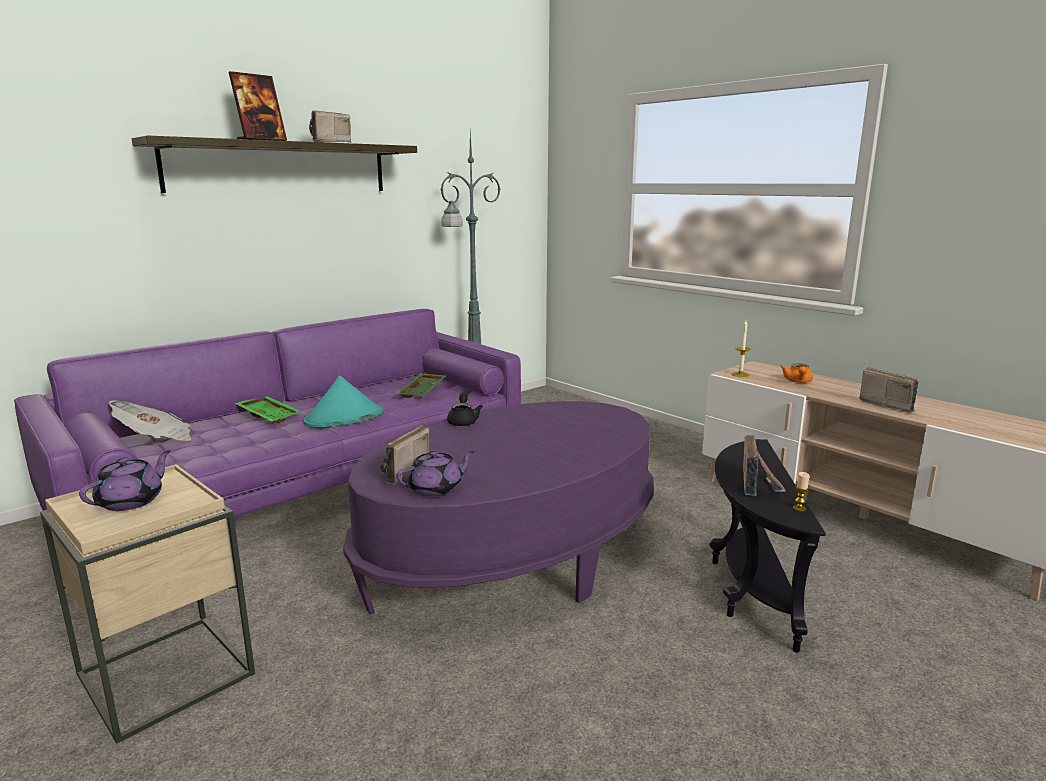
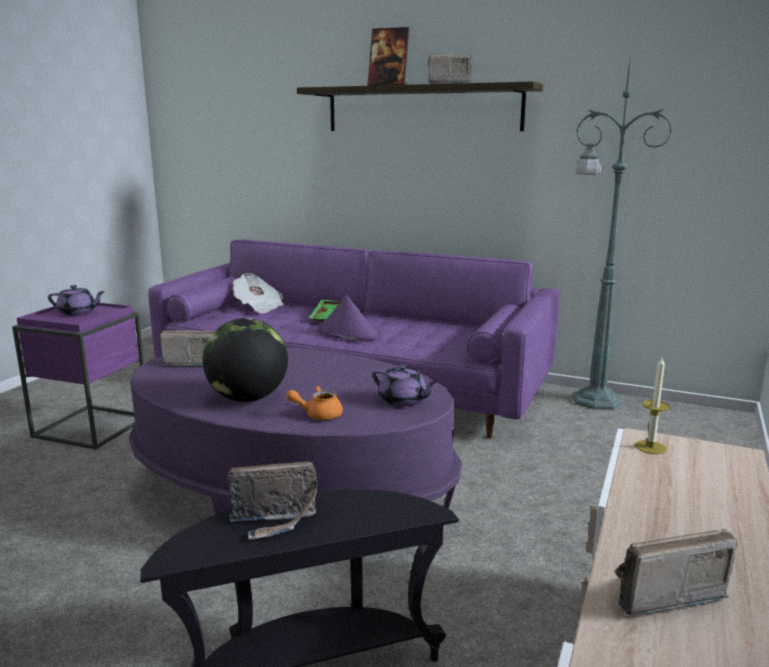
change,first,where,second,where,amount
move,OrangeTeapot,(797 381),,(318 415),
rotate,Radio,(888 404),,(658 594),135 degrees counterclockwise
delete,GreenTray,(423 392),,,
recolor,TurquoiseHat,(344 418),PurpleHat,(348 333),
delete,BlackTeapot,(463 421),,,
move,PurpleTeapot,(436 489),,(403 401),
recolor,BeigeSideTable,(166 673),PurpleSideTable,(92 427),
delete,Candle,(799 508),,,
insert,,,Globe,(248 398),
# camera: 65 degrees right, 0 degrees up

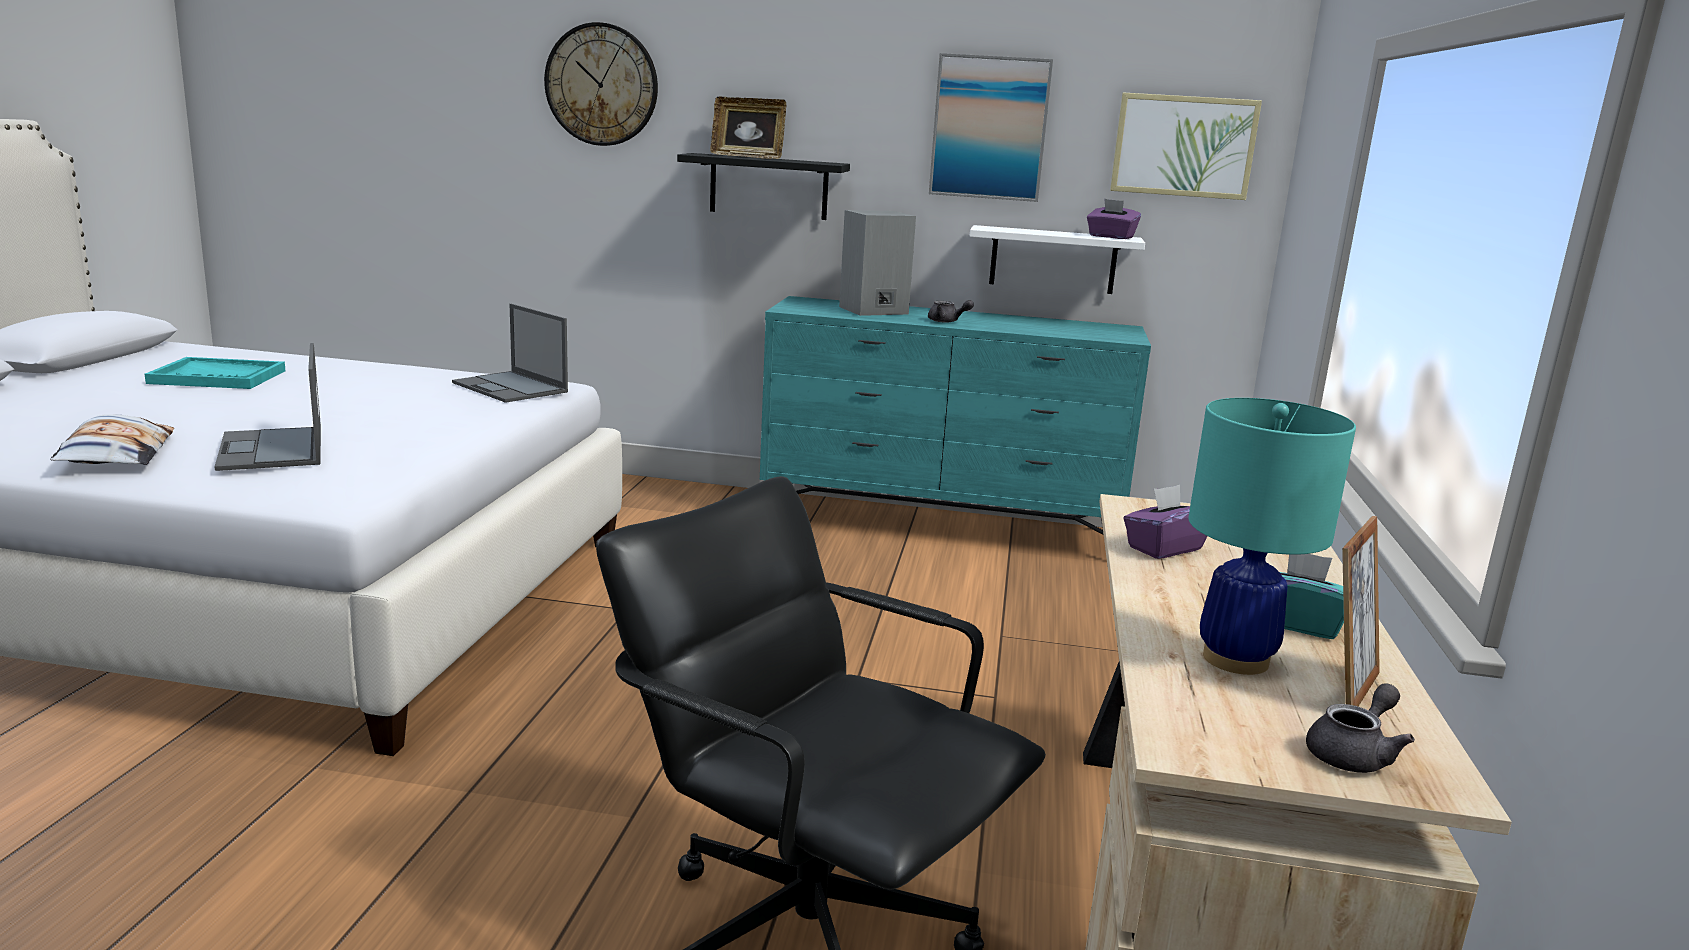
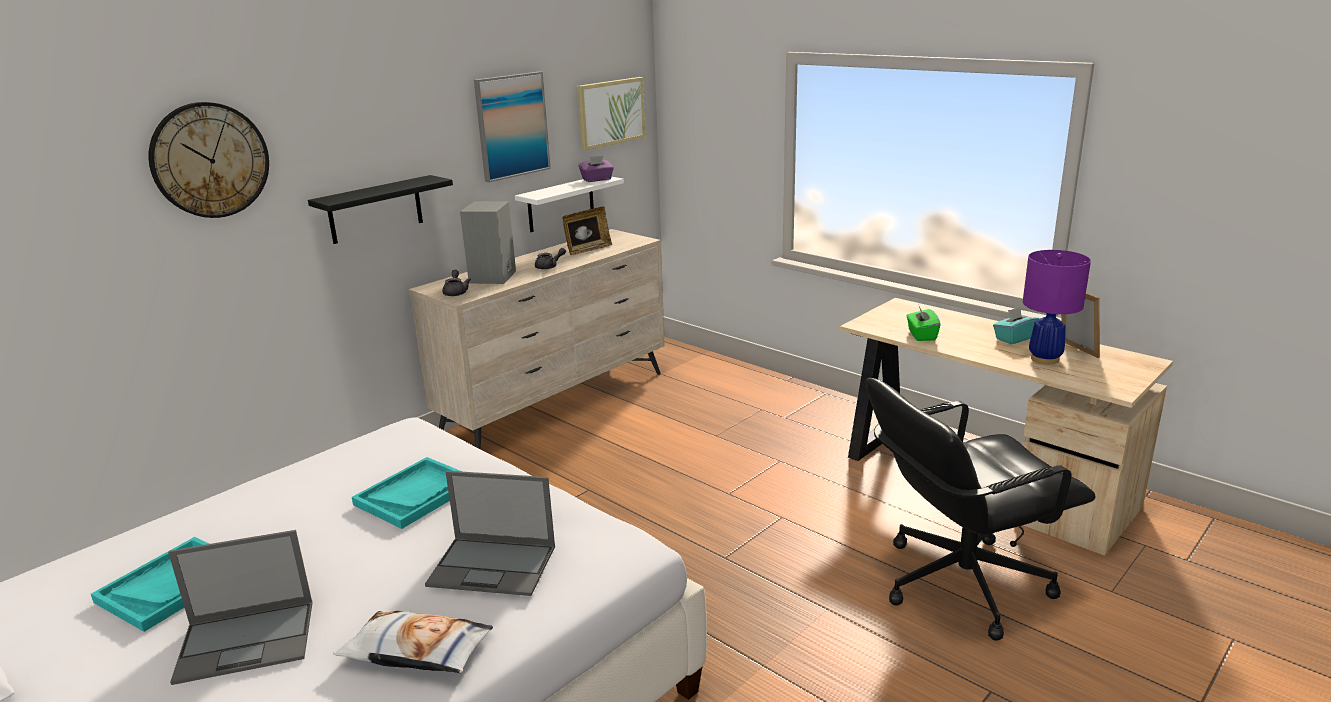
change,first,where,second,where,amount
move,PictureFrame,(748 157),,(587 250),
recolor,TurquoiseDresser,(941 527),BeigeDresser,(557 404),
move,Laptop,(511 388),,(248 640),
recolor,TurquoiseTableLamp,(1235 660),PurpleTableLamp,(1045 359),
recolor,PurpleTissueBox,(1163 548),GreenTissueBox,(921 335),
move,GreyTeapot,(1354 754),,(456 292),
insert,,,TurquoiseTray,(415 494),
# camera: 55 degrees left, 5 degrees up

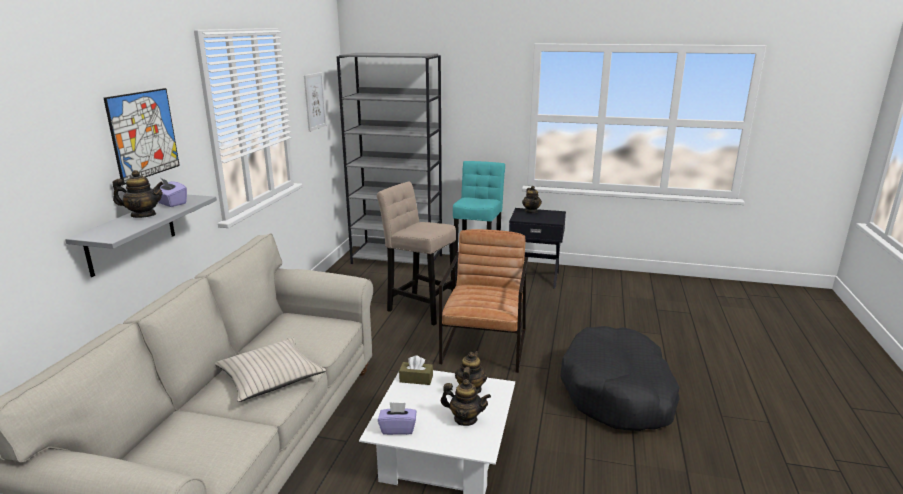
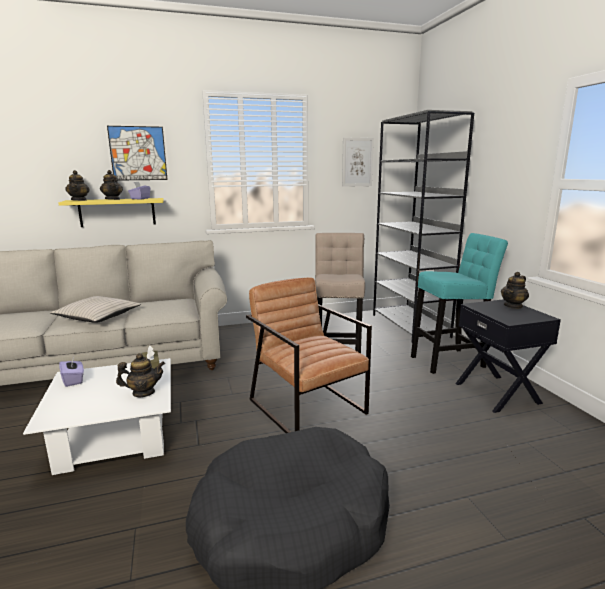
change,first,where,second,where,amount
recolor,GreyShelf,(131 234),YellowShelf,(117 212),
rotate,BrownArmchair,(485 346),,(307 406),105 degrees counterclockwise
move,Teapot,(465 419),,(79 200),
# camera: 60 degrees right, 5 degrees down

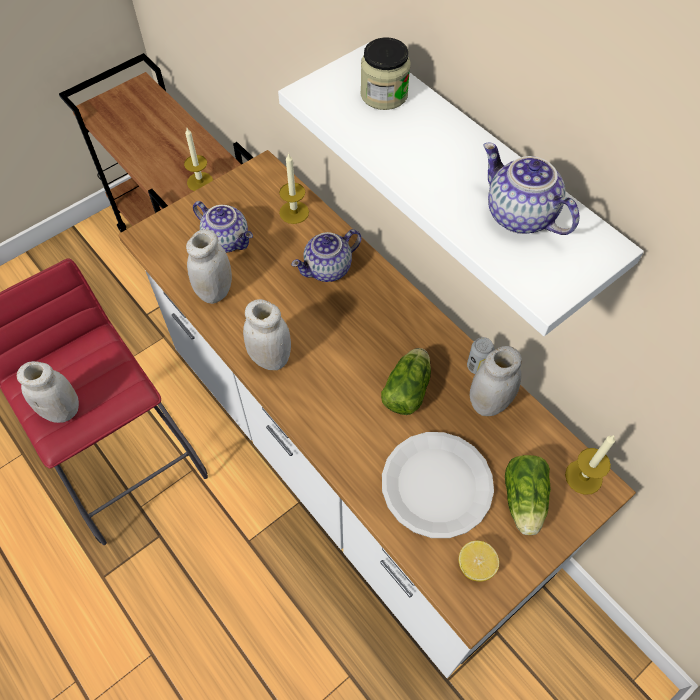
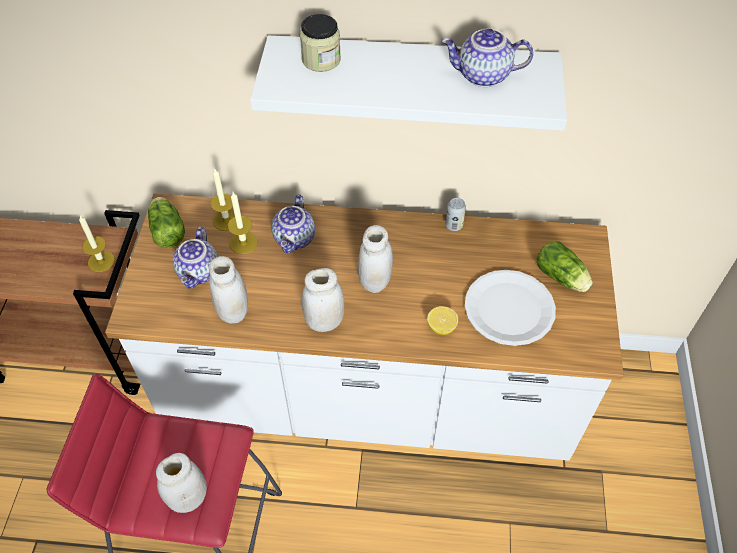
change,first,where,second,where,amount
rotate,Teapot,(227 240),,(200 272),105 degrees clockwise
move,WhiteJar,(489 403),,(375 281),
move,Lettuce,(408 388),,(167 230),
move,Candle,(583 477),,(243 243),
move,Lemon,(476 565),,(441 327),
# camera: 45 degrees left, 5 degrees down

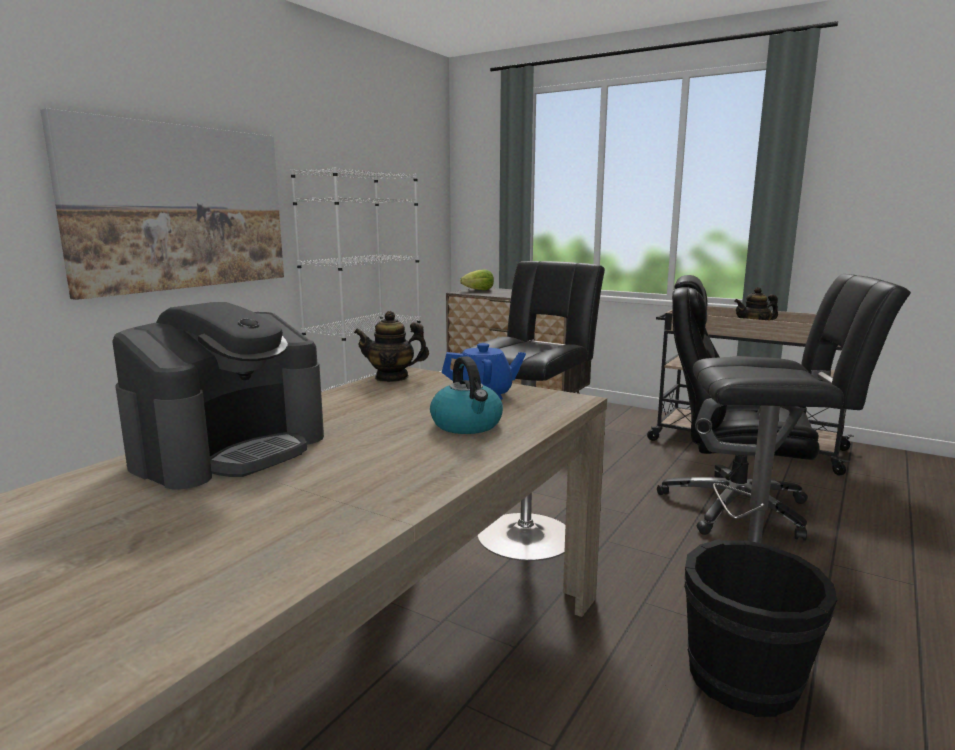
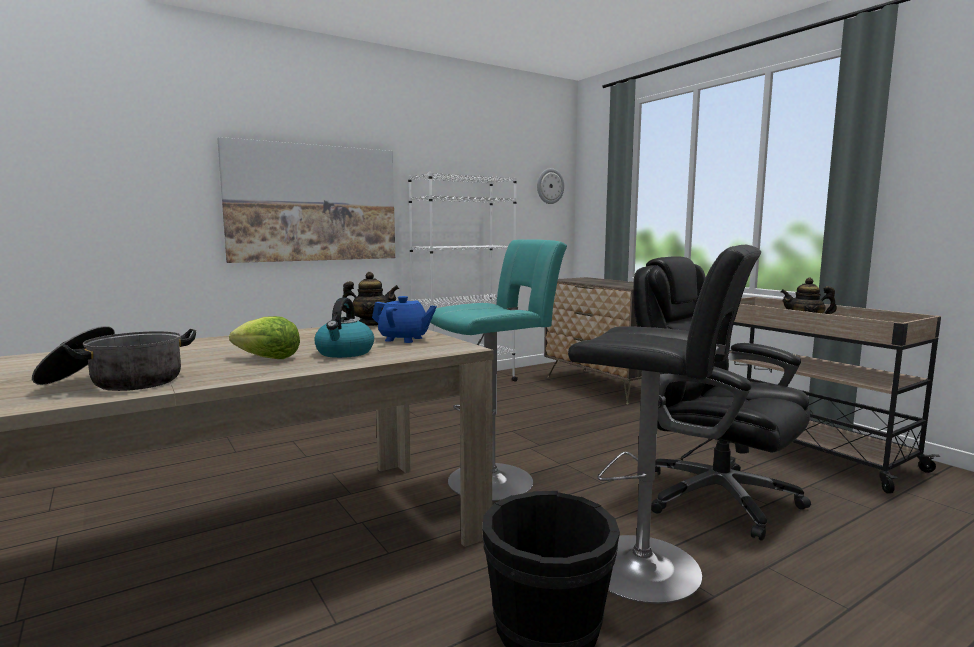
change,first,where,second,where,amount
recolor,BlackStool,(528 532),TurquoiseStool,(496 479),
move,Lettuce,(479 290),,(268 359),
delete,CoffeeMachine,(231 449),,,
rotate,Teapot,(392 377),,(370 325),150 degrees clockwise
insert,,,WallClock,(549 186),
insert,,,CookingPot,(117 382),
# camera: 25 degrees right, 5 degrees down

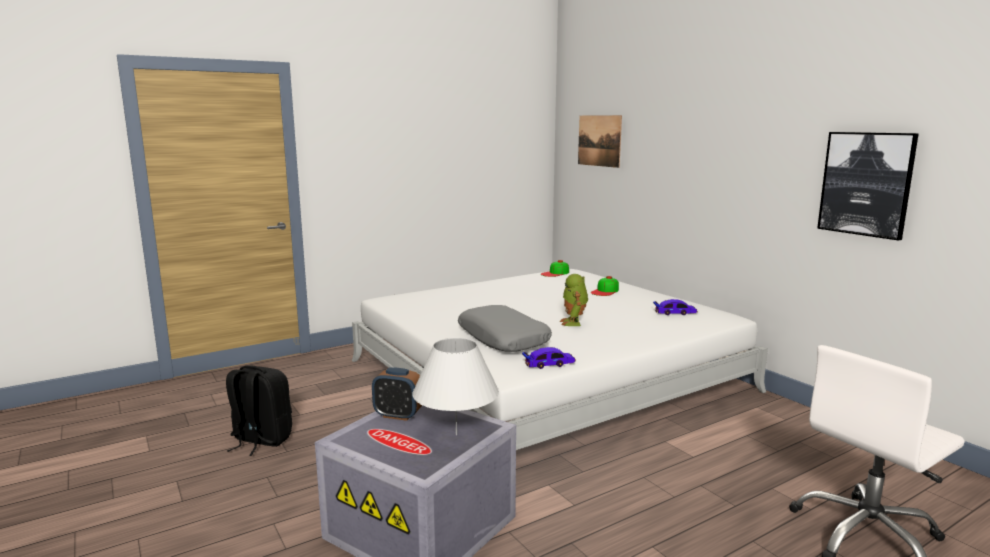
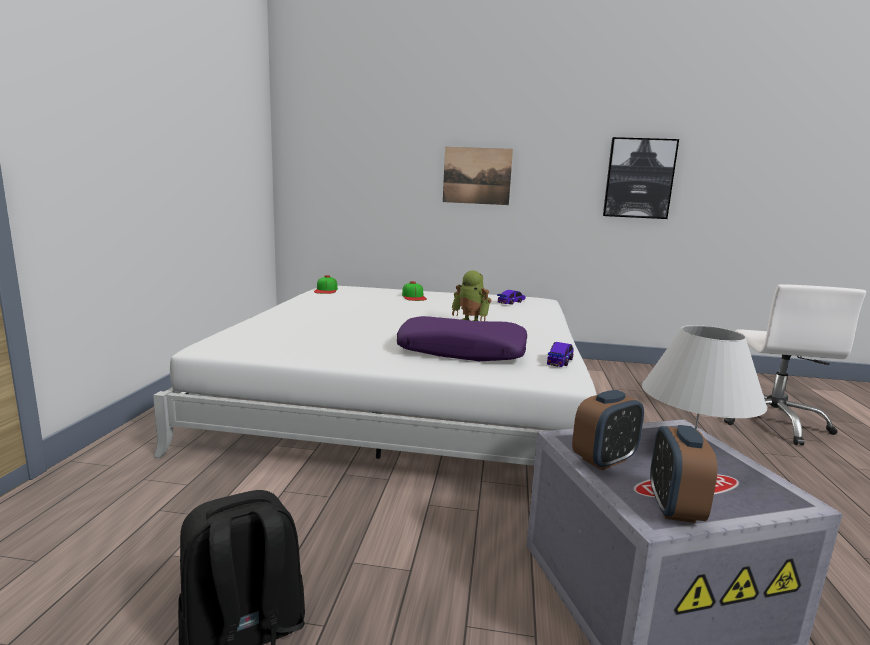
change,first,where,second,where,amount
move,Picture,(599 140),,(477 176),
recolor,GreyPillow,(503 339),PurplePillow,(462 351),
insert,,,AlarmClock,(674 507),
# camera: 50 degrees left, 0 degrees up

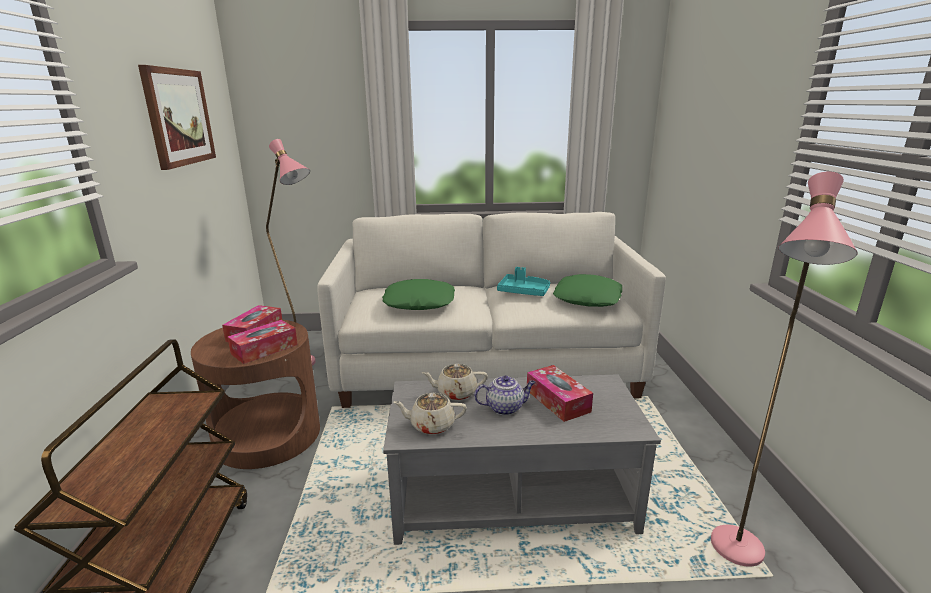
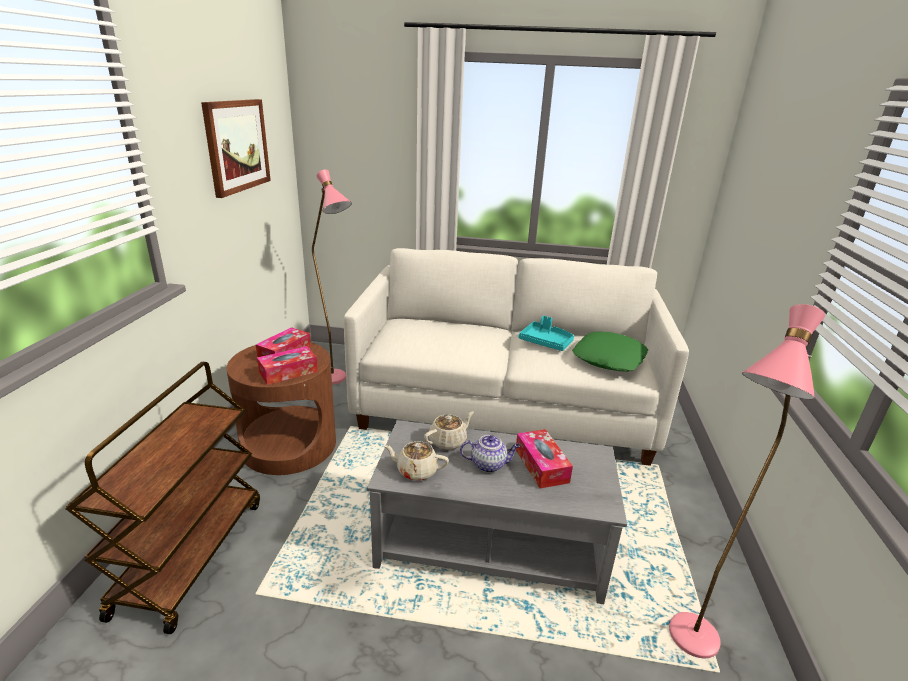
change,first,where,second,where,amount
delete,GreenPillow,(419 302),,,
rotate,BeigeTeapot,(456 393),,(448 441),135 degrees clockwise
# camera: 10 degrees right, 5 degrees up

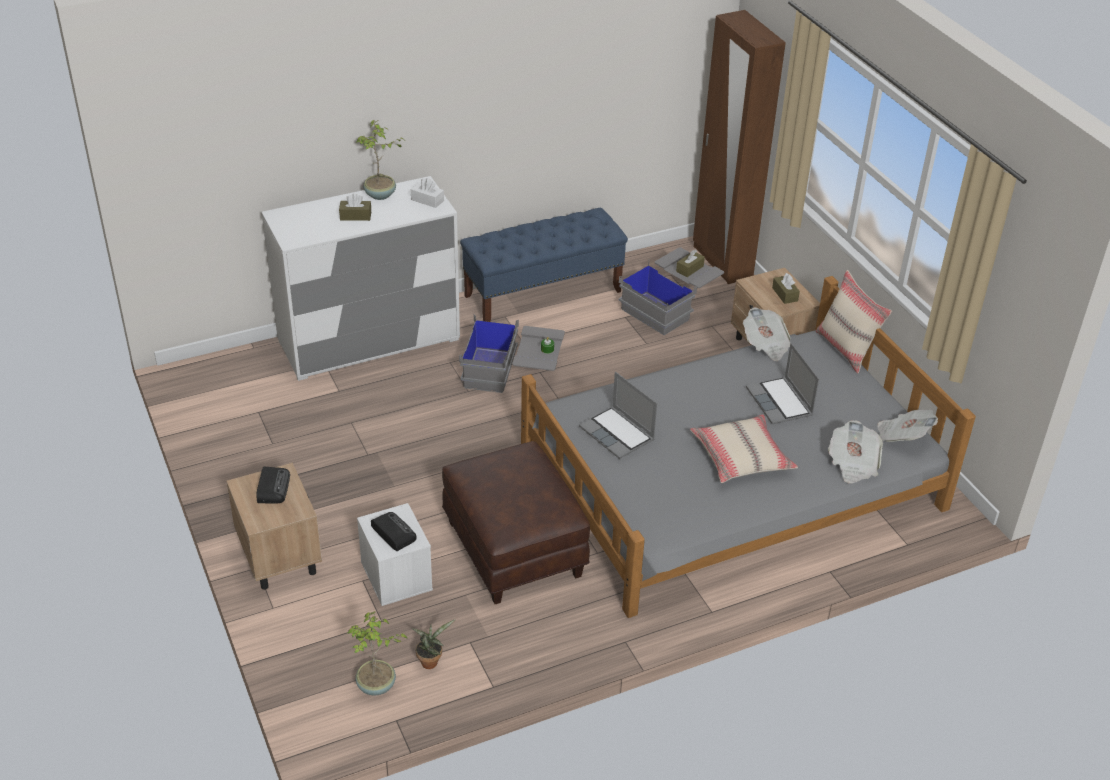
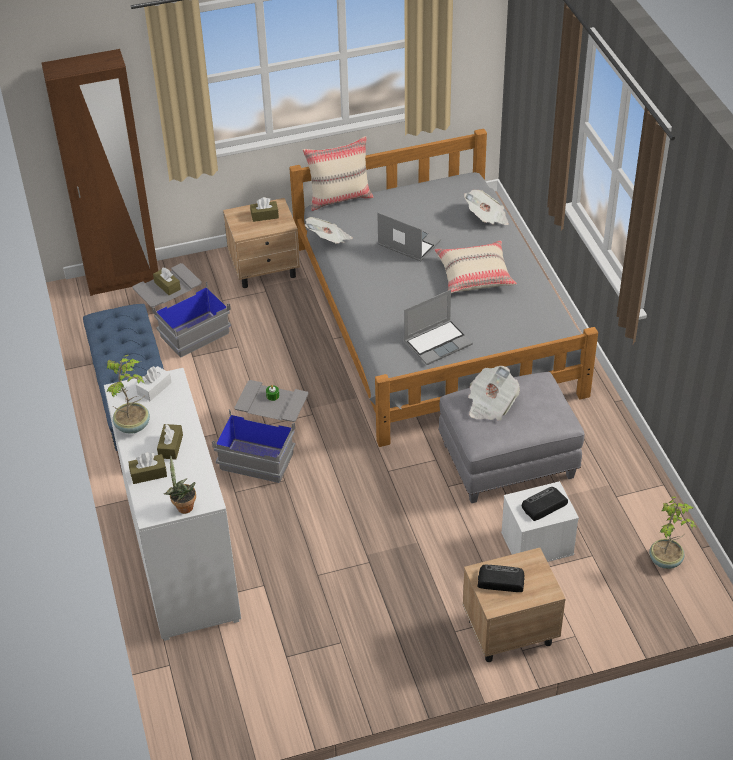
change,first,where,second,where,amount
rotate,Laptop,(780 402),,(408 243),135 degrees counterclockwise
move,Newspaper,(902 436),,(490 404),
recolor,BrownOttoman,(515 549),GreyOttoman,(508 460),
move,PottedPlant,(431 661),,(183 506),
insert,,,BrownTissueBox,(148 474),
# camera: 80 degrees left, 5 degrees up

